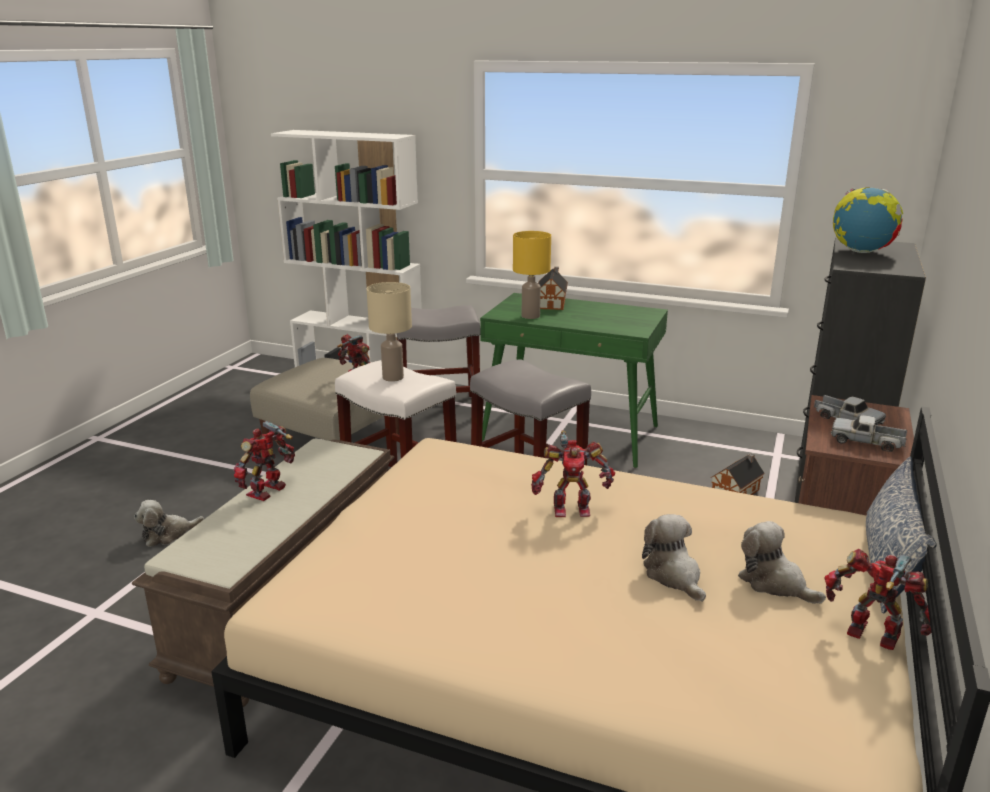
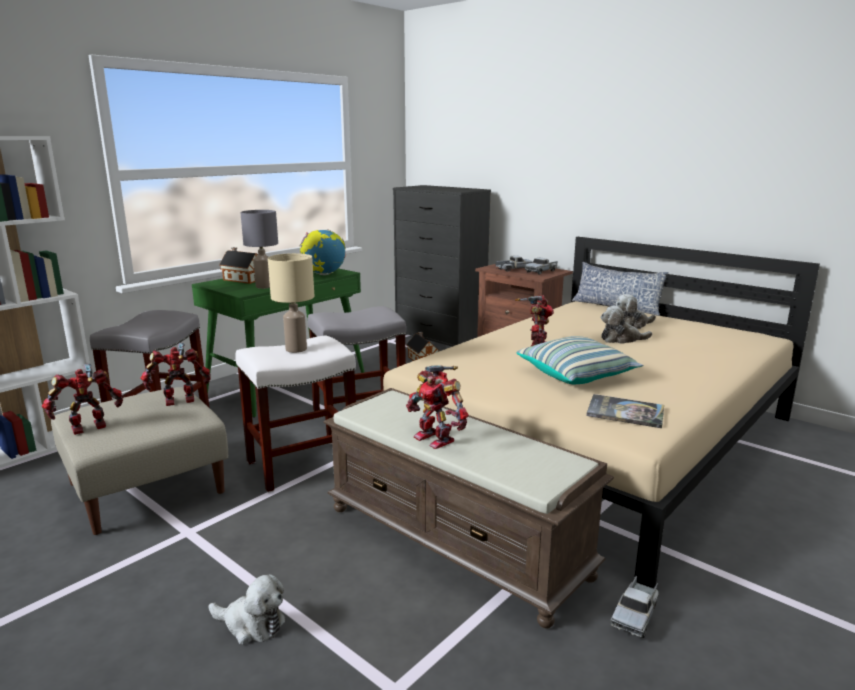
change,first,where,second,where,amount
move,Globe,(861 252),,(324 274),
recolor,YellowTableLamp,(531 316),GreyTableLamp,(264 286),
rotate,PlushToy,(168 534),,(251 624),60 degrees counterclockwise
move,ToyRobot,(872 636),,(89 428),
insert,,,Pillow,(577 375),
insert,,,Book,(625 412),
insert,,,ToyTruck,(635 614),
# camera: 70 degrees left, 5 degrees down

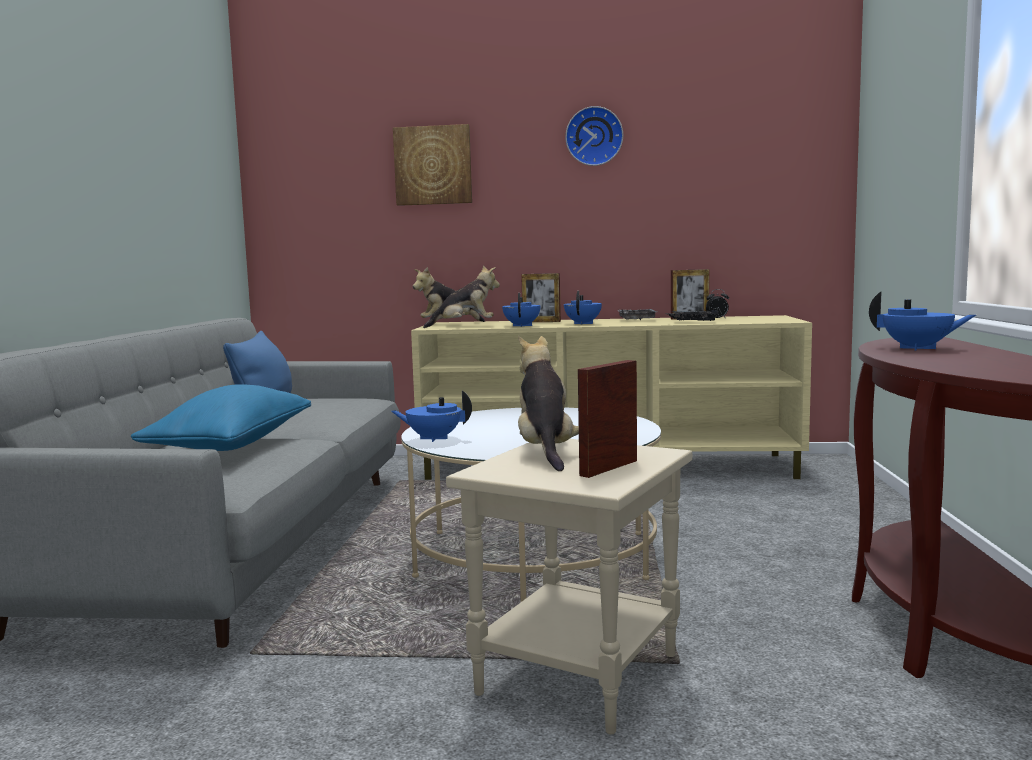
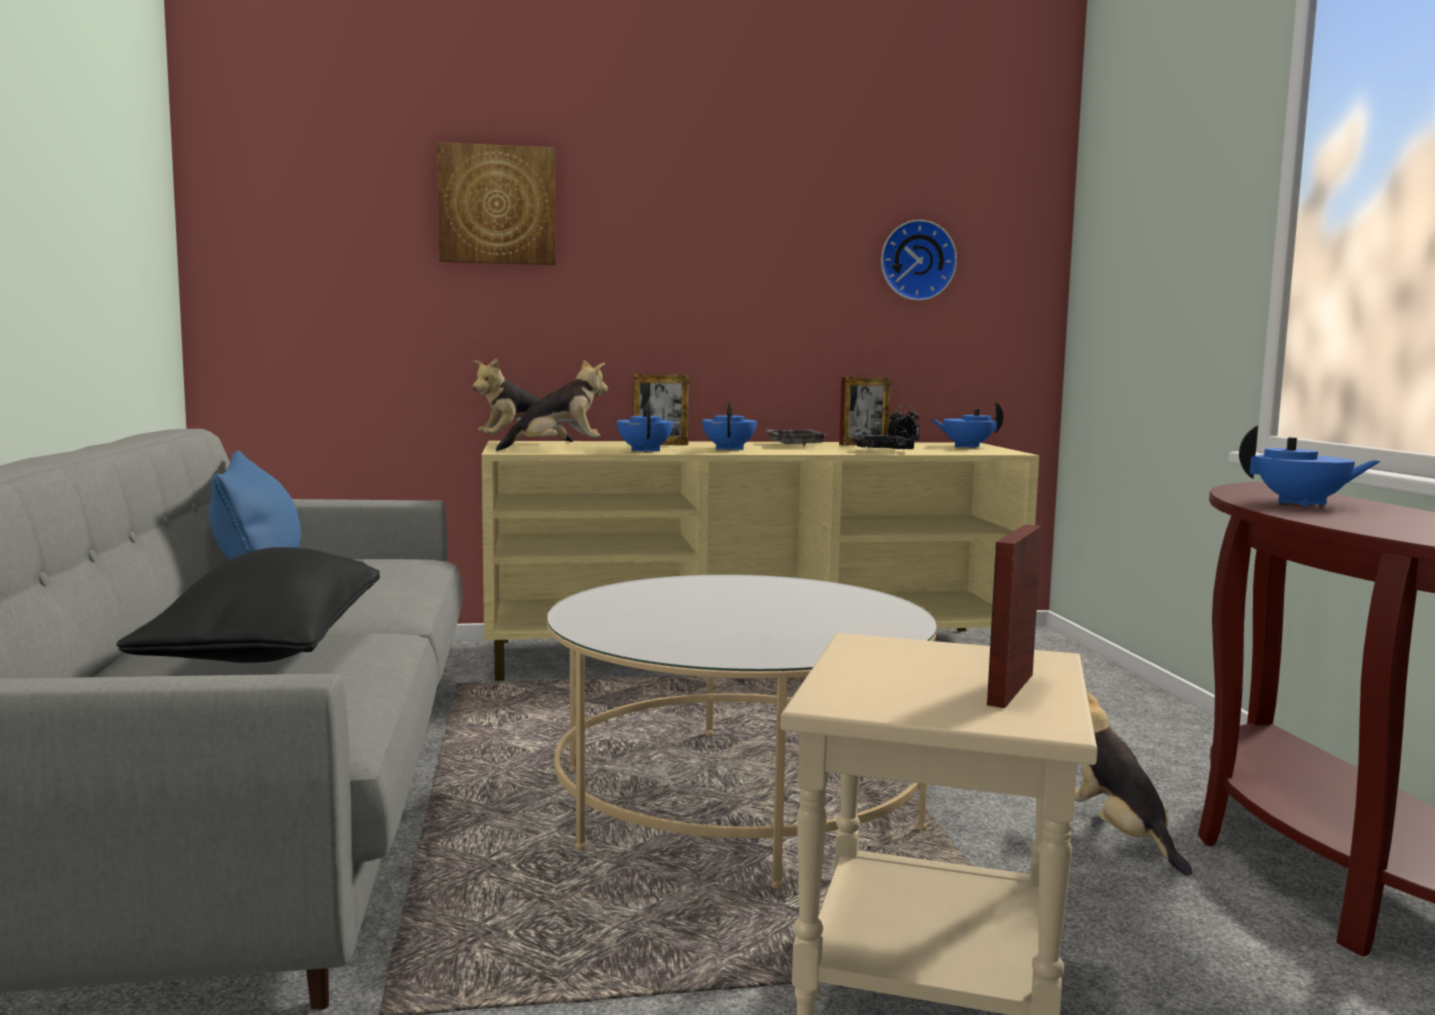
change,first,where,second,where,amount
move,WallClock,(594 136),,(916 261),
move,PlushToy,(546 451),,(1119 835),
recolor,BluePillow,(232 445),BlackPillow,(269 650),
move,BlueTeapot,(433 438),,(966 446),
# camera: 15 degrees left, 0 degrees up

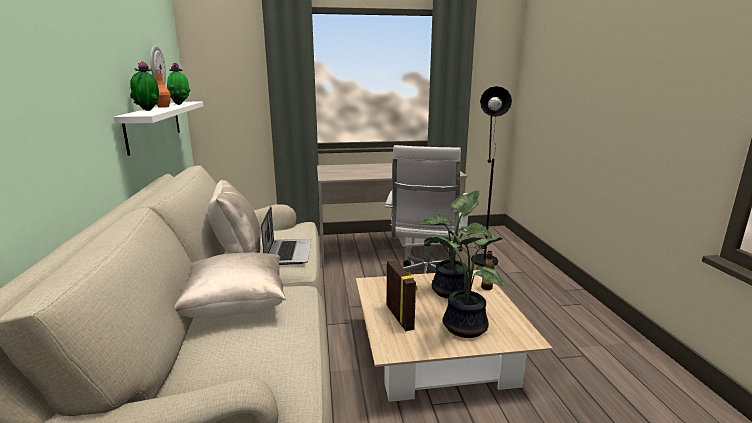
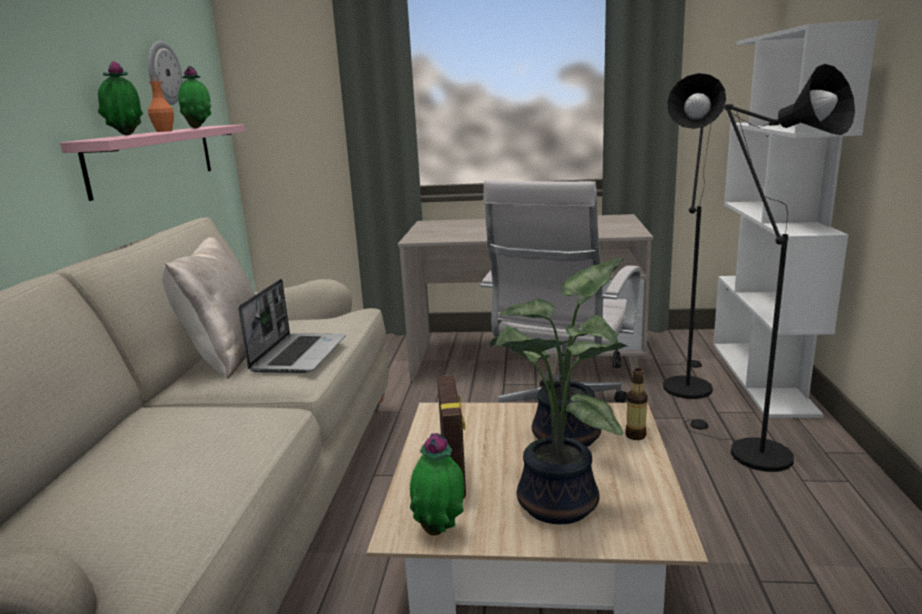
change,first,where,second,where,amount
recolor,WhiteShelf,(154 125),PinkShelf,(154 158),
delete,BeigePillow,(236 307),,,
insert,,,WhiteBookcase,(762 377),
insert,,,BlackFloorLamp,(749 451),
insert,,,PottedPlant,(440 530),
# camera: 15 degrees right, 0 degrees up

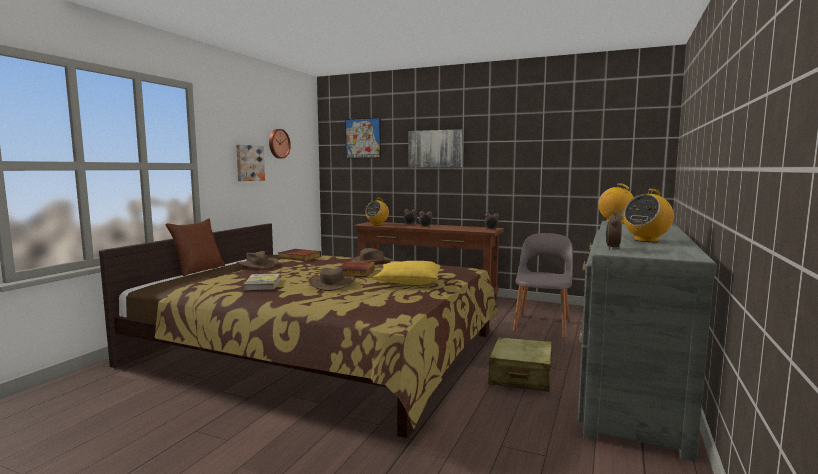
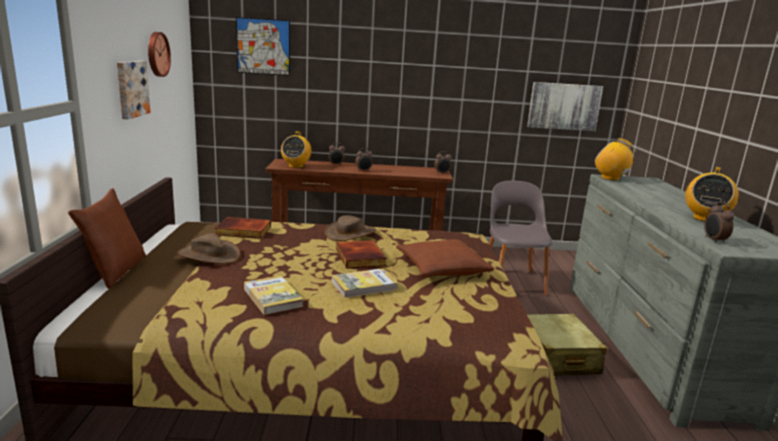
change,first,where,second,where,amount
move,Picture,(435 148),,(564 106),
recolor,YellowPillow,(408 281),BrownPillow,(441 268),
replace,BrownHat,(332 284),Book,(364 286),
# camera: 25 degrees left, 10 degrees up

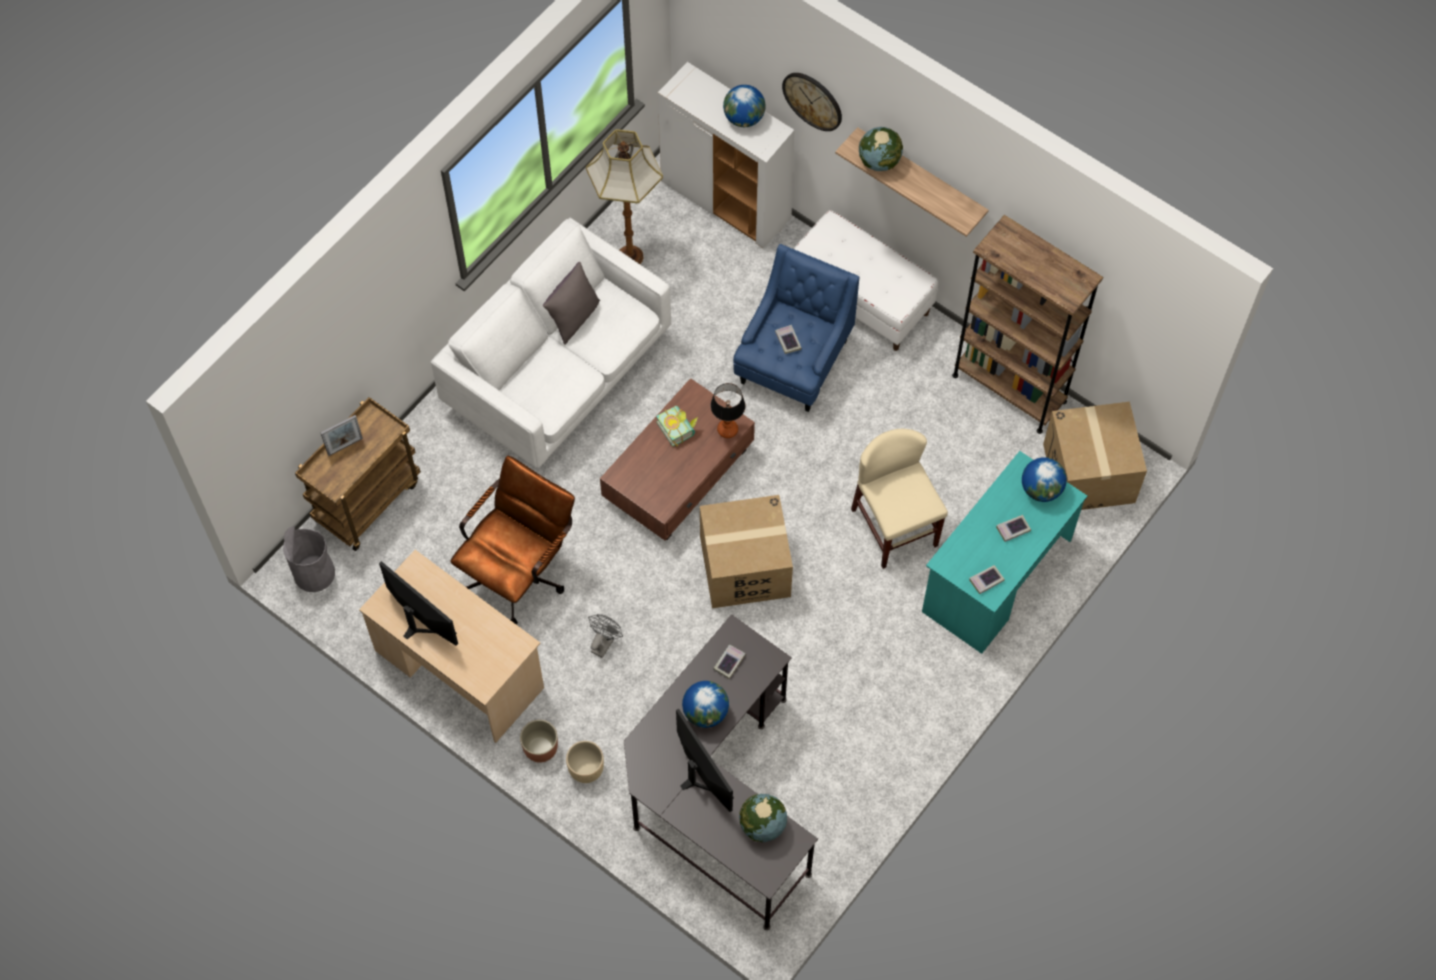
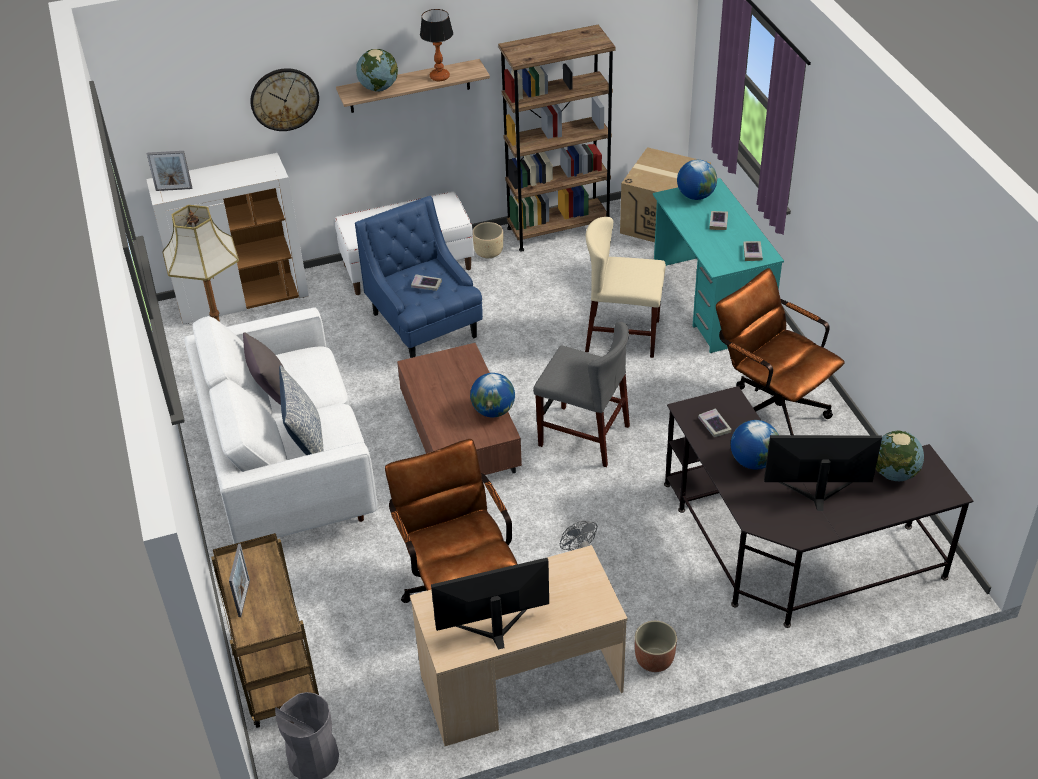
change,first,where,second,where,amount
move,Globe,(744 118),,(493 411),
move,TableLamp,(727 429),,(439 77),
delete,Book,(679 428),,,
replace,CardboardBox,(744 567),GreyChair,(583 436),
move,BeigePlanter,(585 769),,(488 253),
insert,,,PictureFrame,(174 189),
insert,,,BrownOfficeChair,(770 407),
insert,,,Pillow,(306 441),
# camera: 55 degrees left, 20 degrees down

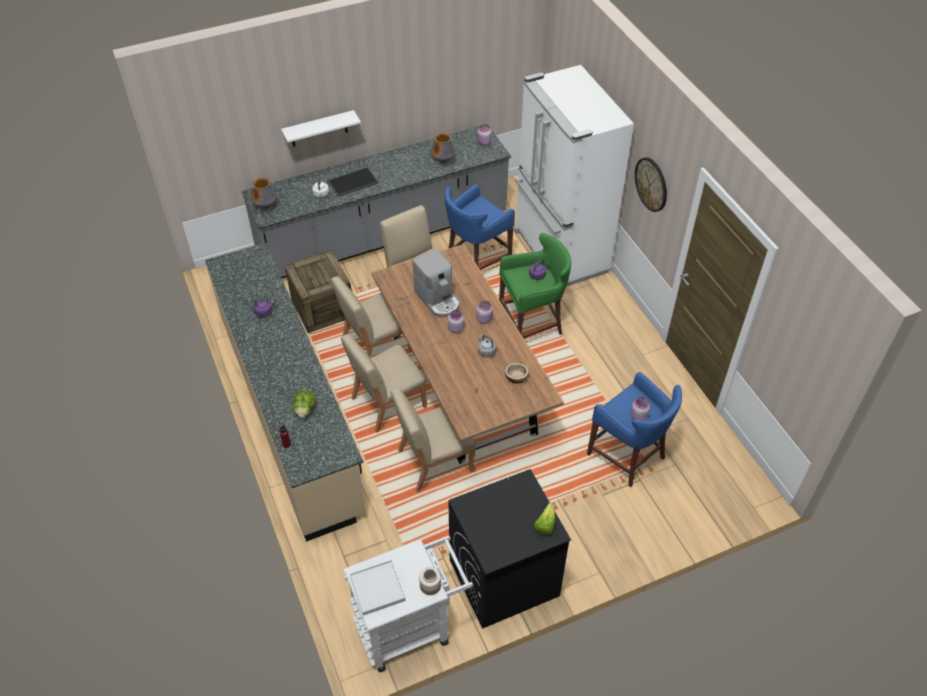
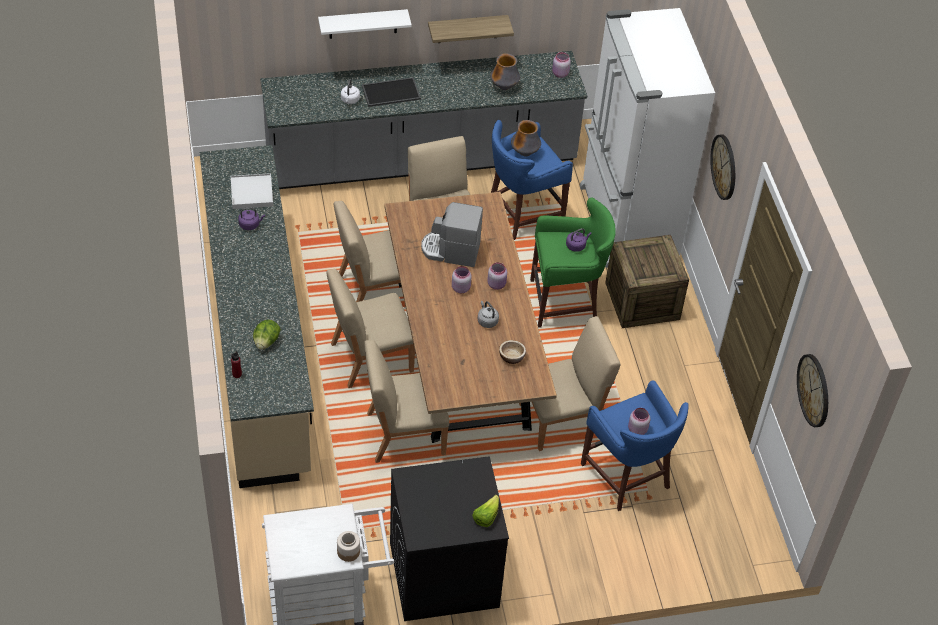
change,first,where,second,where,amount
move,Vase,(266 206),,(525 153),
rotate,CoffeeMachine,(438 300),,(451 251),120 degrees clockwise
move,Crate,(322 308),,(642 301),
move,WhiteTray,(377 589),,(252 193),
insert,,,Shelf,(467 29),
insert,,,BeigeChair,(563 419),
insert,,,WallClock,(814 390),
# camera: 10 degrees right, 0 degrees up

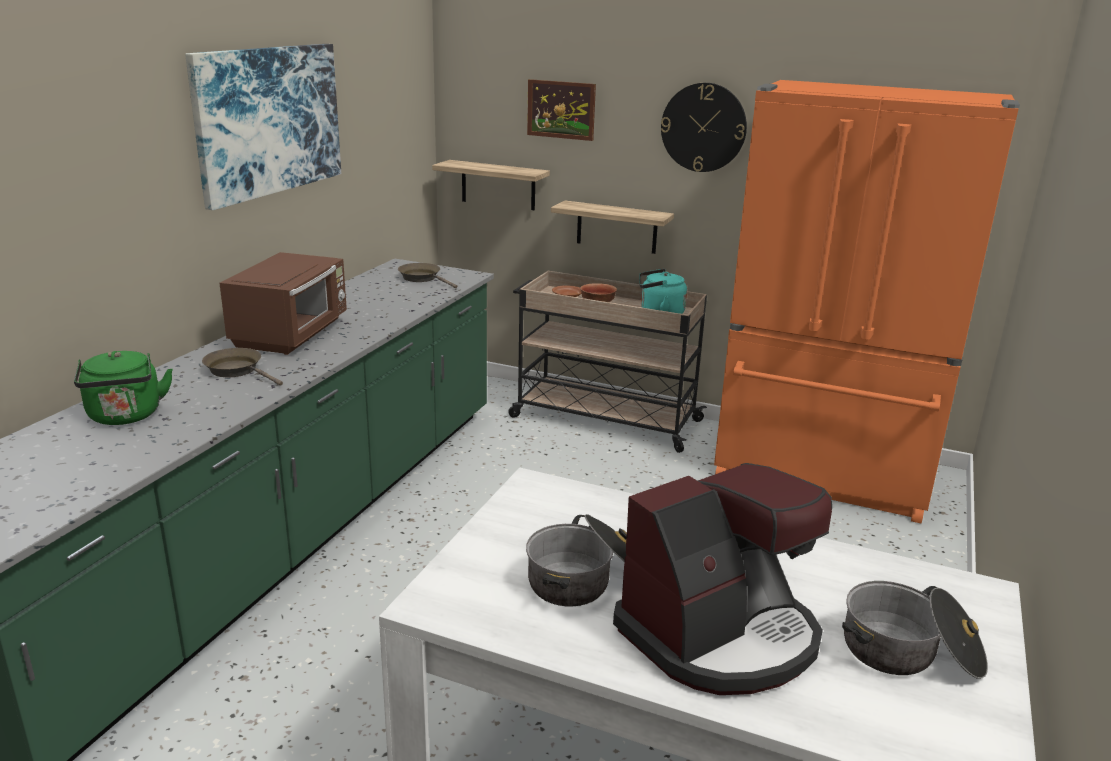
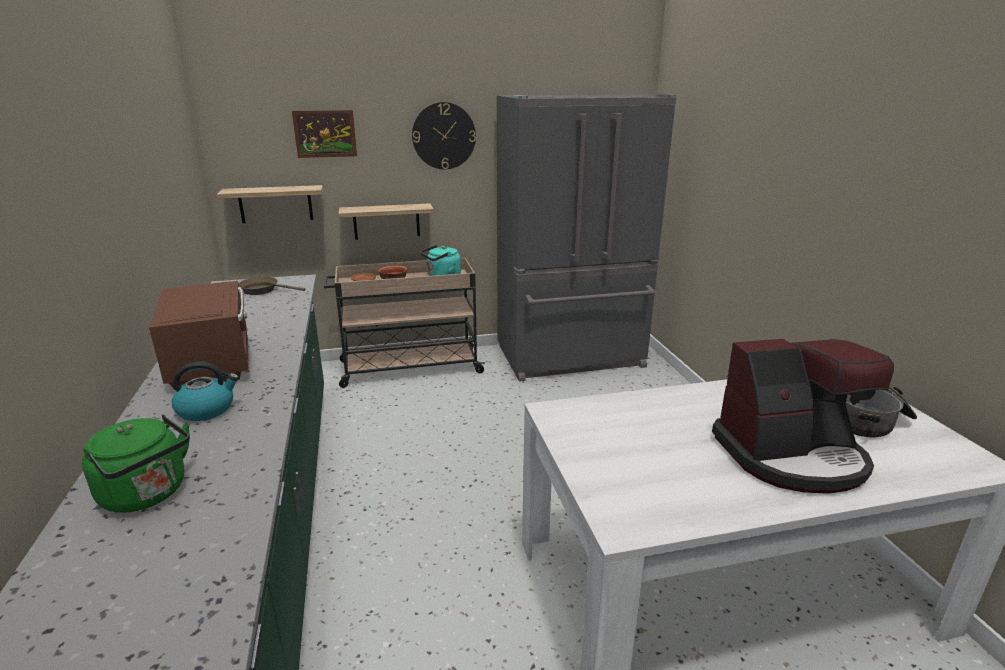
change,first,where,second,where,amount
delete,Picture,(268 121),,,
recolor,OrangeFridge,(822 474),GreyFridge,(571 358),
replace,BrownFryingPan,(237 370),Kettle,(207 409),
rotate,CoffeeMachine,(720 635),,(791 456),60 degrees clockwise
delete,CookingPot,(584 579),,,
# camera: 35 degrees left, 0 degrees up

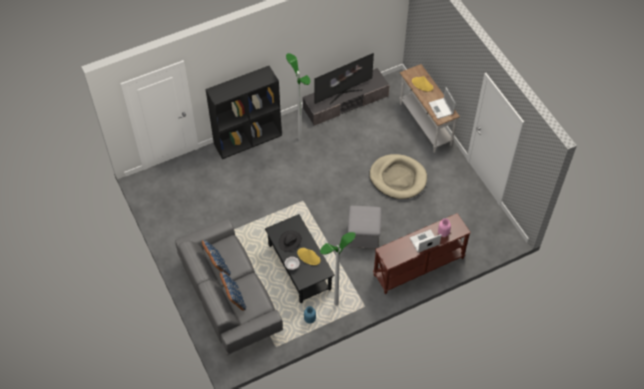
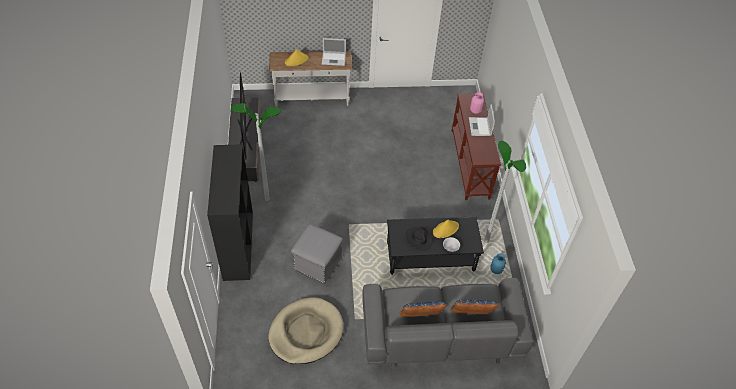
change,first,where,second,where,amount
move,BeigeDogBed,(398 178),,(306 332),
move,GreyOttoman,(363 234),,(317 263),
# camera: 70 degrees left, 5 degrees down

